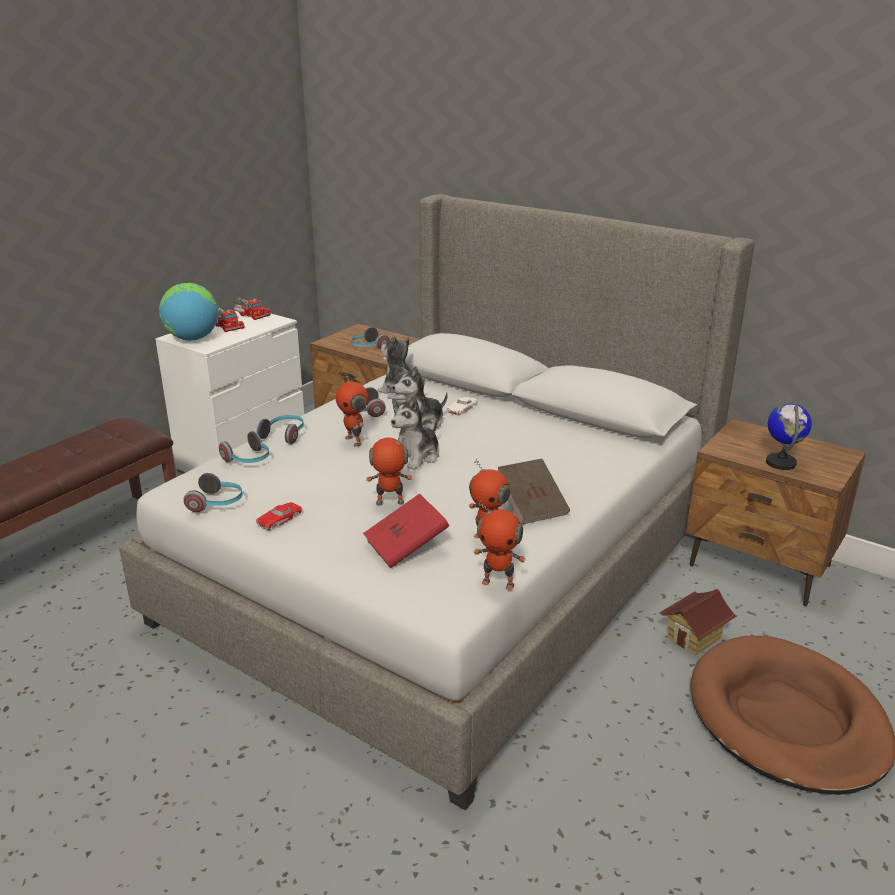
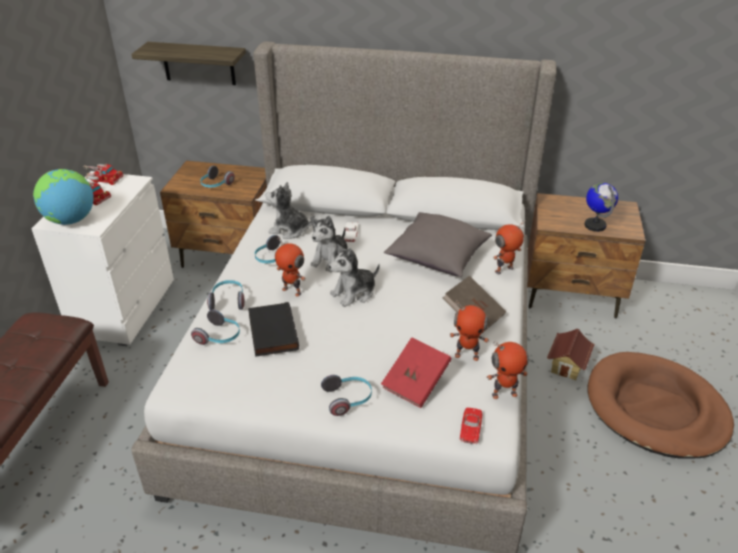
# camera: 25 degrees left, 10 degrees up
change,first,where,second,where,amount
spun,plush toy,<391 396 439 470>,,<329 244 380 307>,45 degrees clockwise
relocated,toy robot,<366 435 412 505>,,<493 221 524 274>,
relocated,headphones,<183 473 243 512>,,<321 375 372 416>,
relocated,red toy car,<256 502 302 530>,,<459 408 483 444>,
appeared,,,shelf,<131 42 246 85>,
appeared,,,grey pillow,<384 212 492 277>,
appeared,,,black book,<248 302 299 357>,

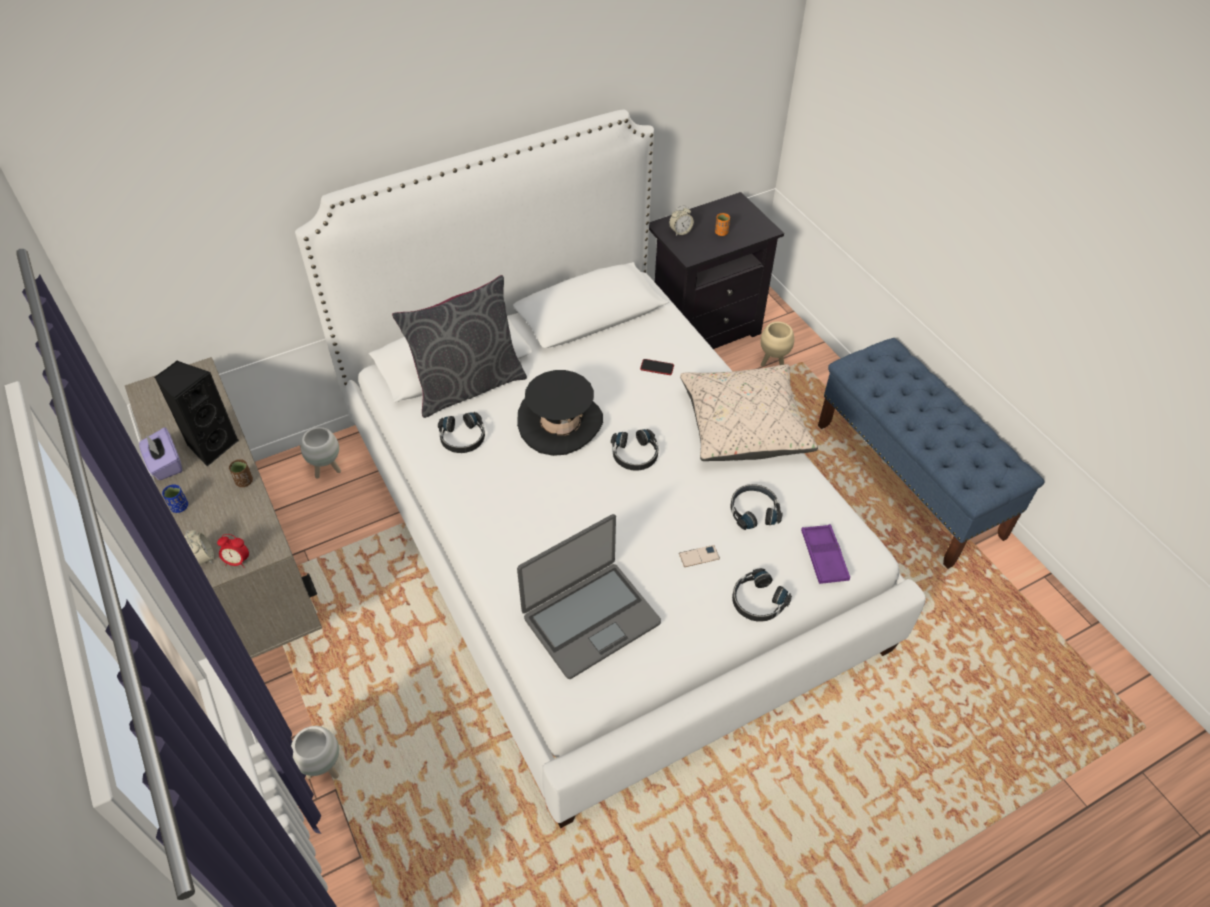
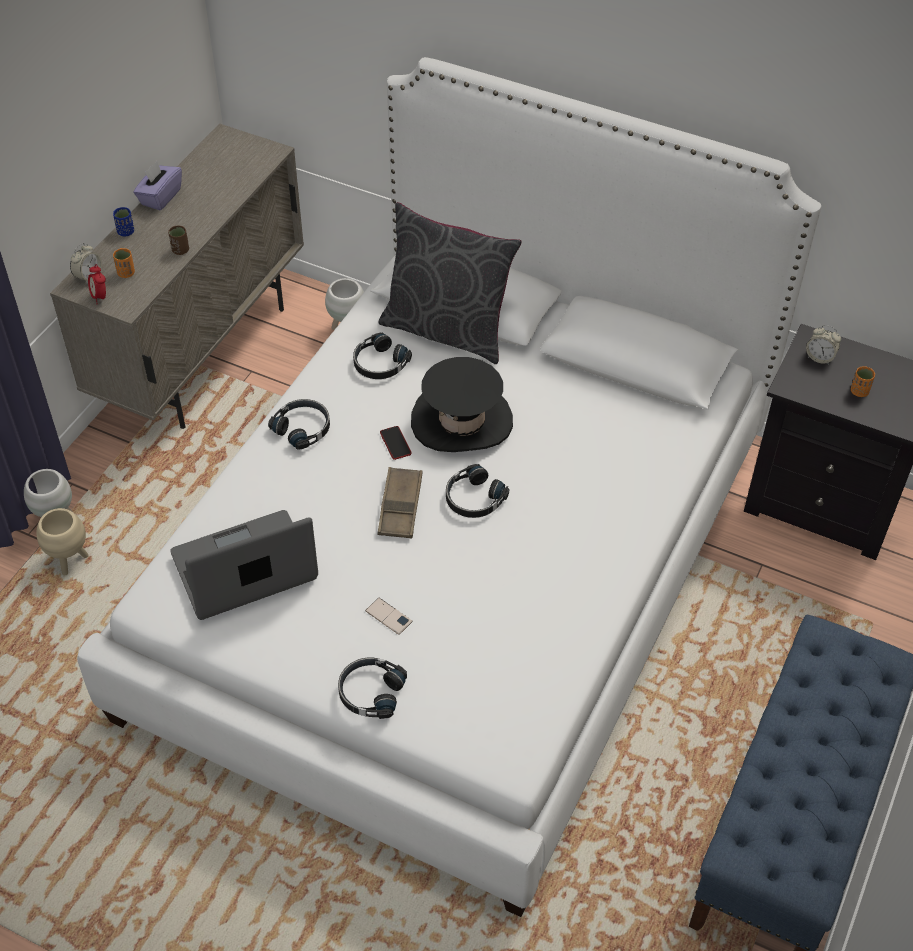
# camera: 55 degrees right, 0 degrees up
change,first,where,second,where,amount
relocated,beige planter,<760 322 794 367>,,<37 508 89 576>,
relocated,phone,<640 359 674 375>,,<380 426 412 460>,
missing,black speaker,<154 360 239 466>,,,
missing,beige pillow,<680 364 818 461>,,,
relocated,black headphones,<731 484 783 530>,,<268 399 330 450>,
spun,laptop,<517 514 661 679>,,<170 510 318 620>,135 degrees clockwise
missing,purple tray,<801 524 850 584>,,,
appeared,,,orange cup,<113 248 135 278>,
appeared,,,brown tray,<377 467 422 539>,

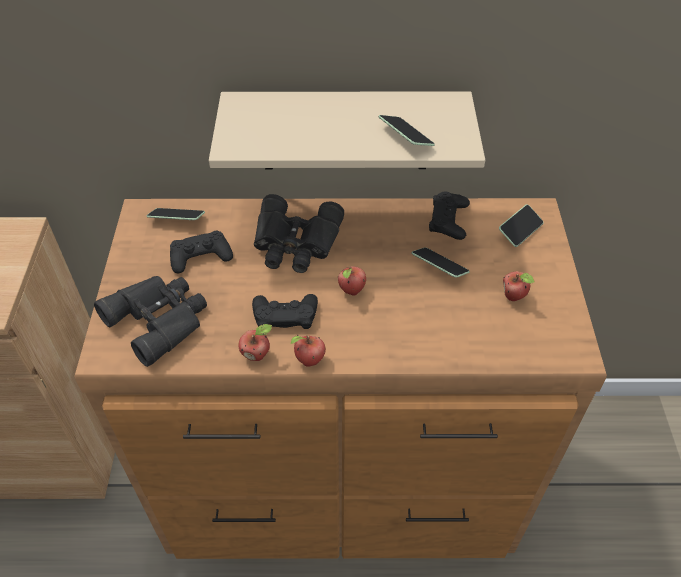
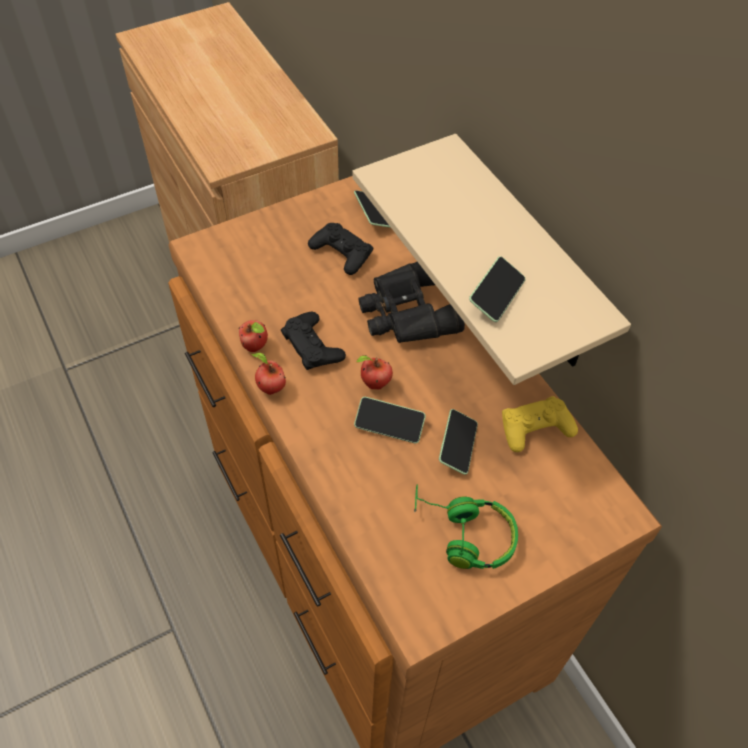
# camera: 60 degrees right, 5 degrees up
change,first,where,second,where,amount
colour,black game controller,<429 191 470 240>,yellow game controller,<502 396 578 452>,
relocated,phone,<499 204 544 247>,,<354 397 426 444>,
exchanged,apple,<503 271 535 301>,green headphones,<414 484 518 569>,
missing,black binoculars,<94 276 207 367>,,,

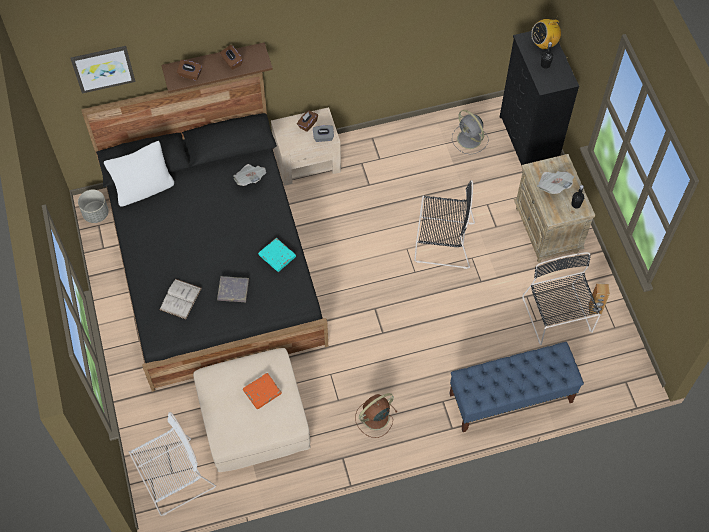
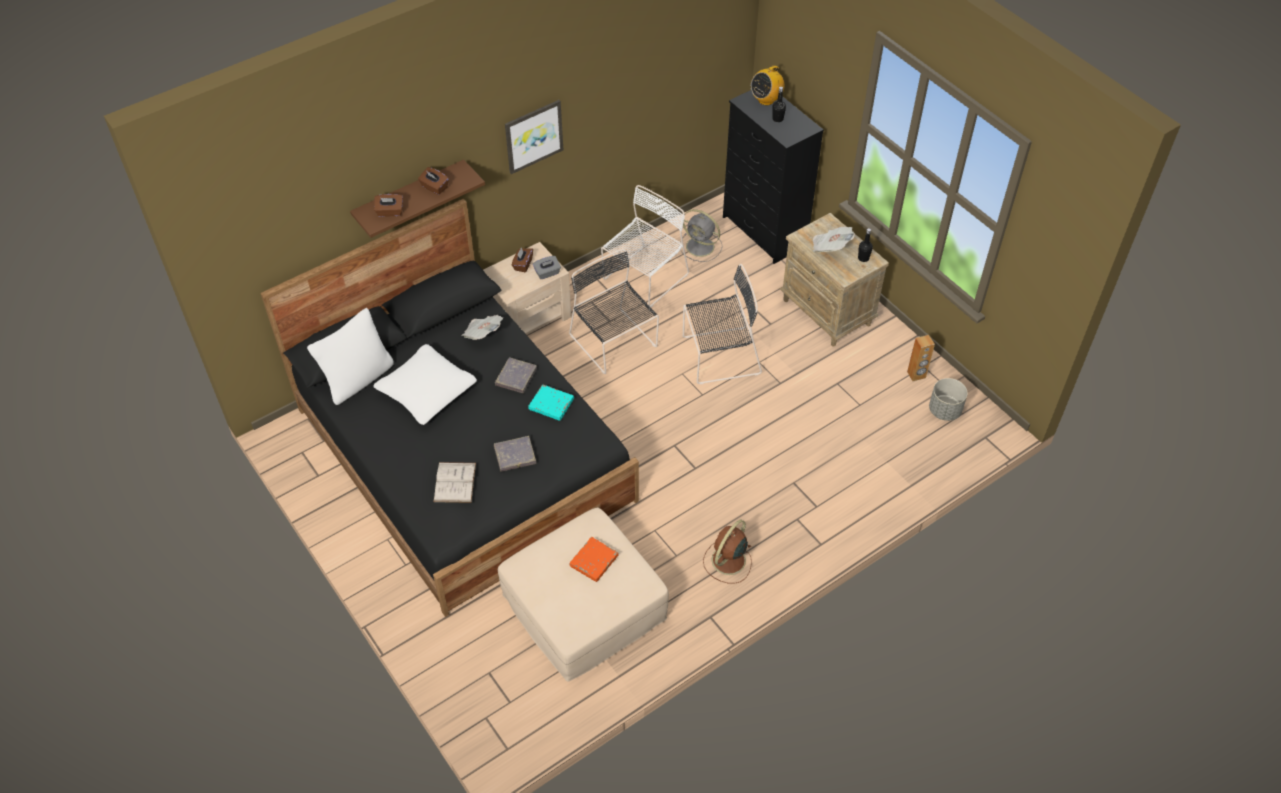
# camera: 20 degrees left, 10 degrees down
change,first,where,second,where,amount
relocated,picture,<70 46 135 93>,,<505 100 563 174>,
relocated,grey planter,<78 190 109 223>,,<929 378 968 421>,
relocated,black chair,<522 252 601 345>,,<569 249 659 374>,
missing,blue bench,<449 342 584 432>,,,
relocated,white chair,<129 412 216 516>,,<601 185 689 307>,
appeared,,,white pillow,<373 344 477 425>,
appeared,,,grey book,<495 357 537 393>,

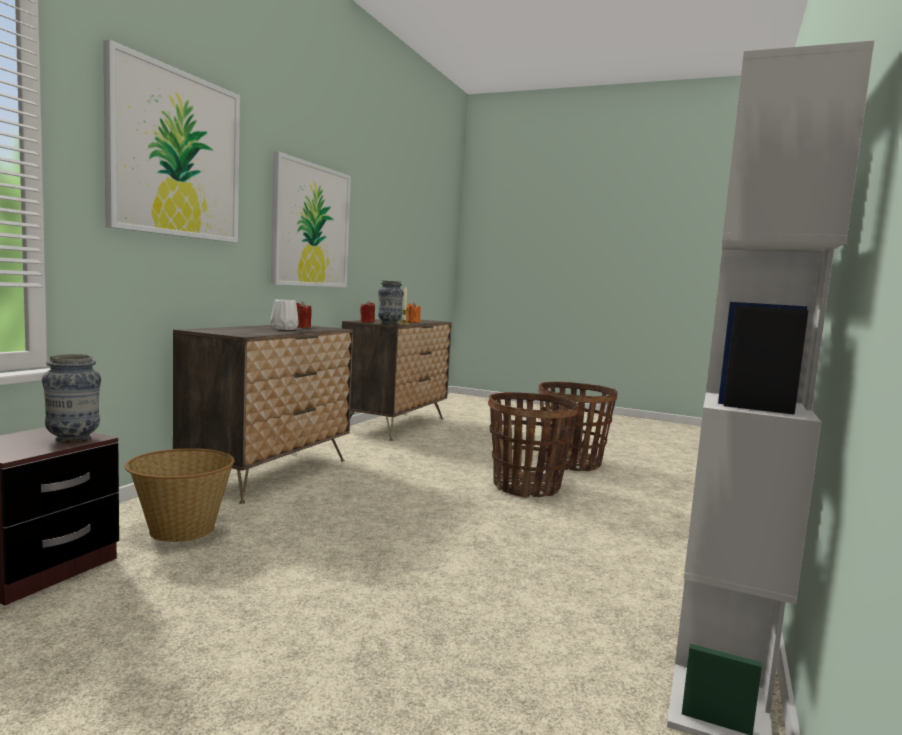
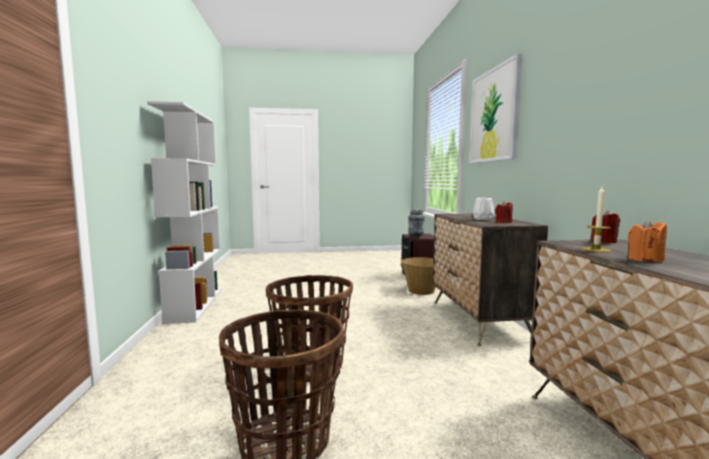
# camera: 150 degrees right, 0 degrees up
change,first,where,second,where,amount
missing,picture,<271 152 351 287>,,,
missing,vase,<378 280 404 325>,,,

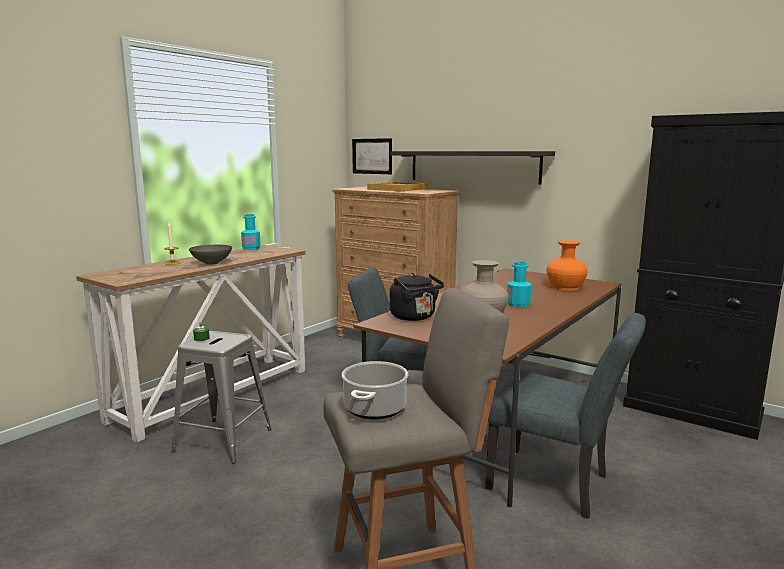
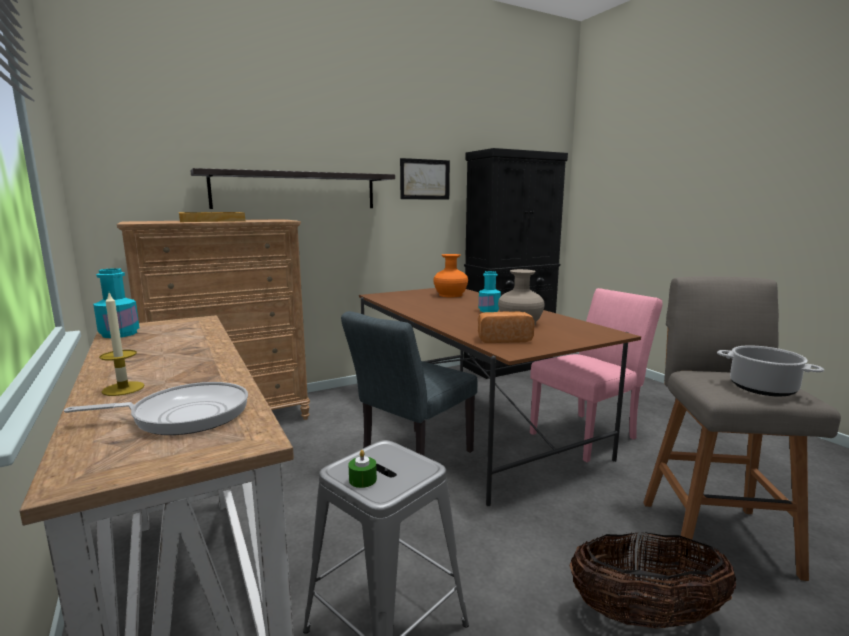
# camera: 65 degrees left, 0 degrees up
change,first,where,second,where,amount
relocated,picture,<352 138 392 174>,,<400 158 450 200>,
missing,grey bowl,<189 245 232 265>,,,
exchanged,black kettle,<390 273 444 321>,bread,<478 311 535 343>,
colour,grey chair,<485 313 646 519>,pink chair,<530 288 663 462>,
appeared,,,frying pan,<64 382 248 435>,
appeared,,,basket,<570 532 736 629>,

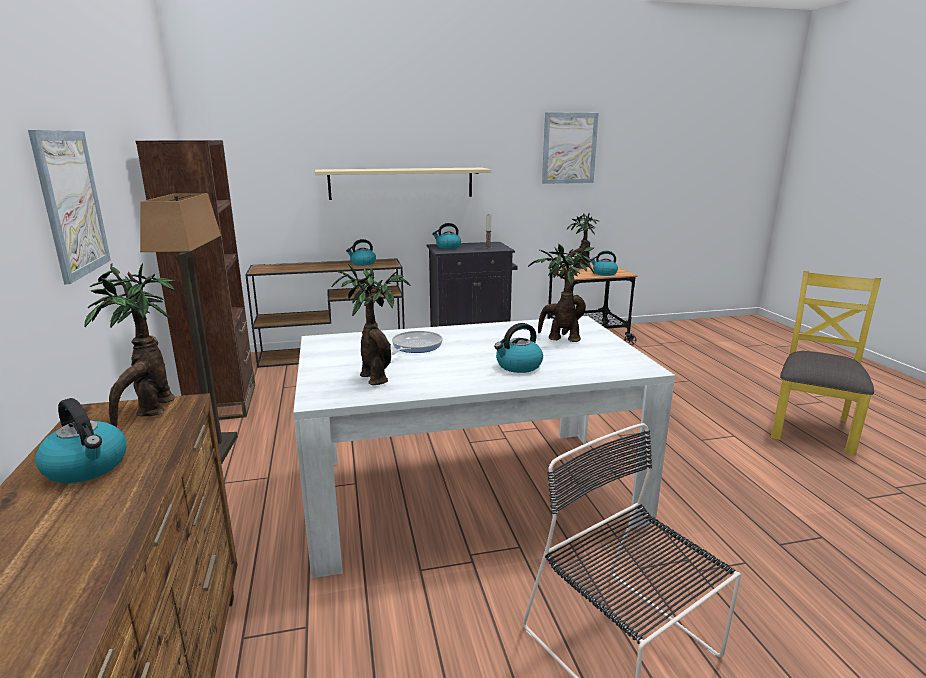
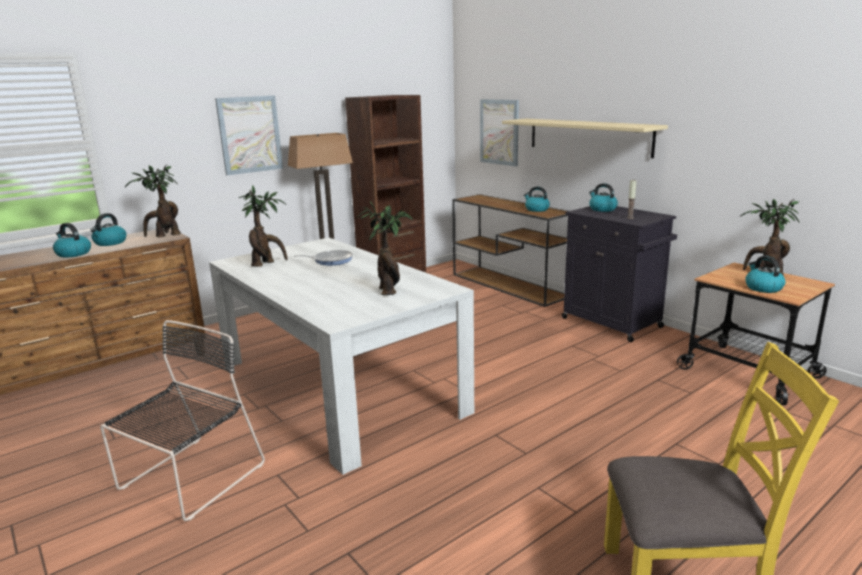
# camera: 65 degrees right, 0 degrees up
change,first,where,second,where,amount
relocated,picture,<542 112 599 184>,,<480 99 519 166>,
relocated,kettle,<494 323 543 373>,,<53 223 91 258>,

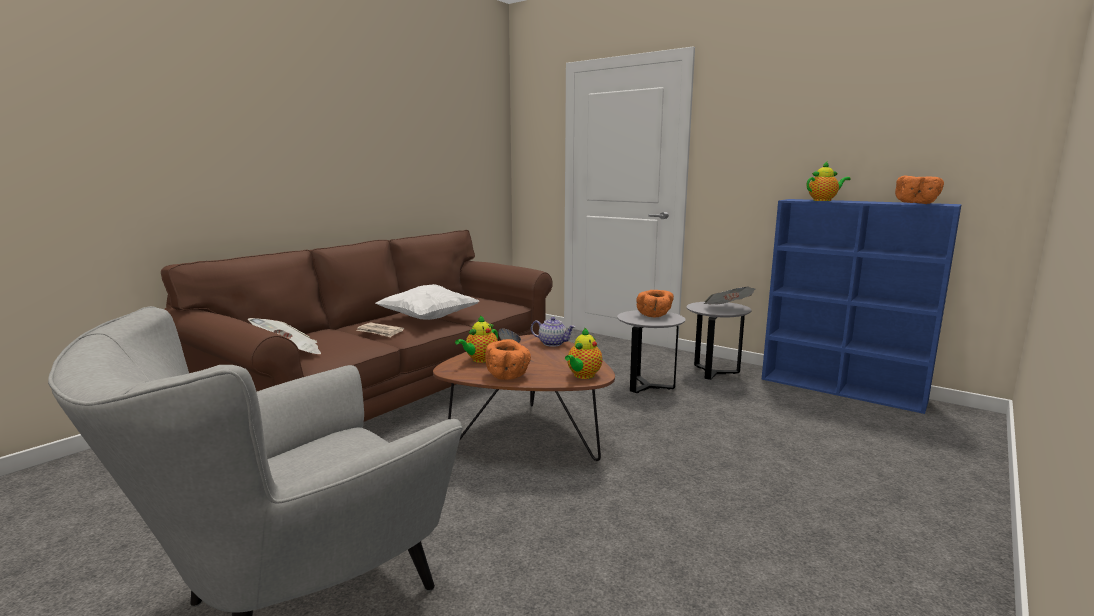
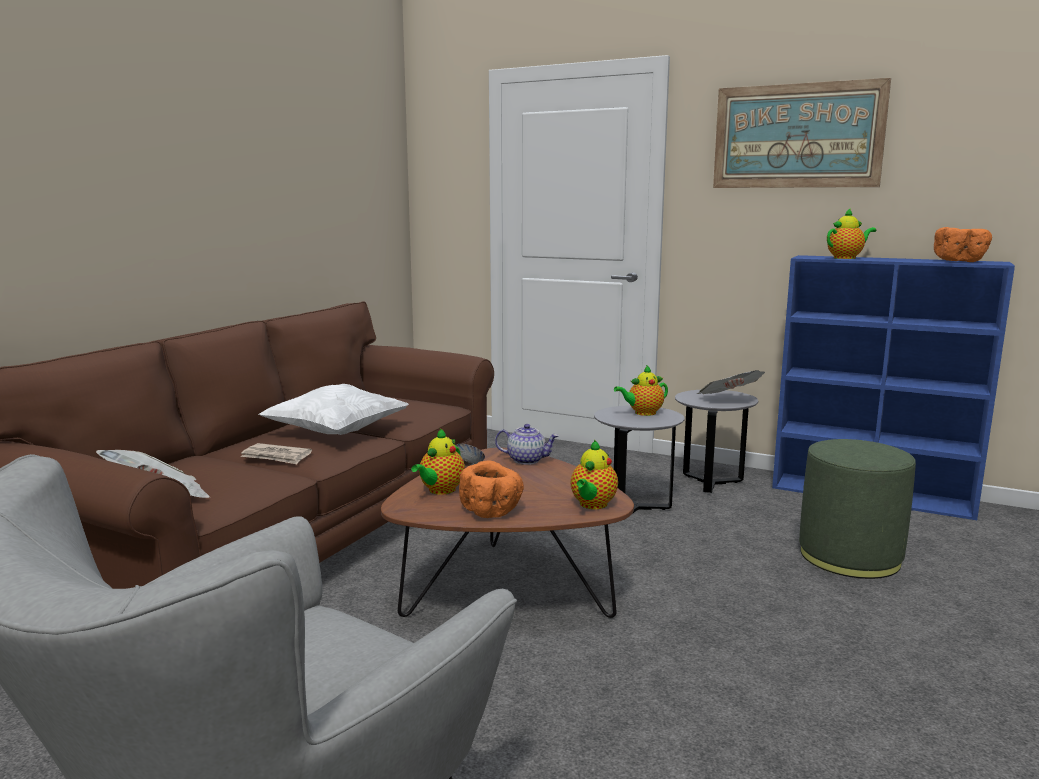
# camera: 10 degrees left, 0 degrees up
change,first,where,second,where,amount
exchanged,orange bowl,<636 290 674 318>,teapot,<614 365 668 416>,
appeared,,,picture,<713 78 891 188>,
appeared,,,green ottoman,<799 439 916 579>,

